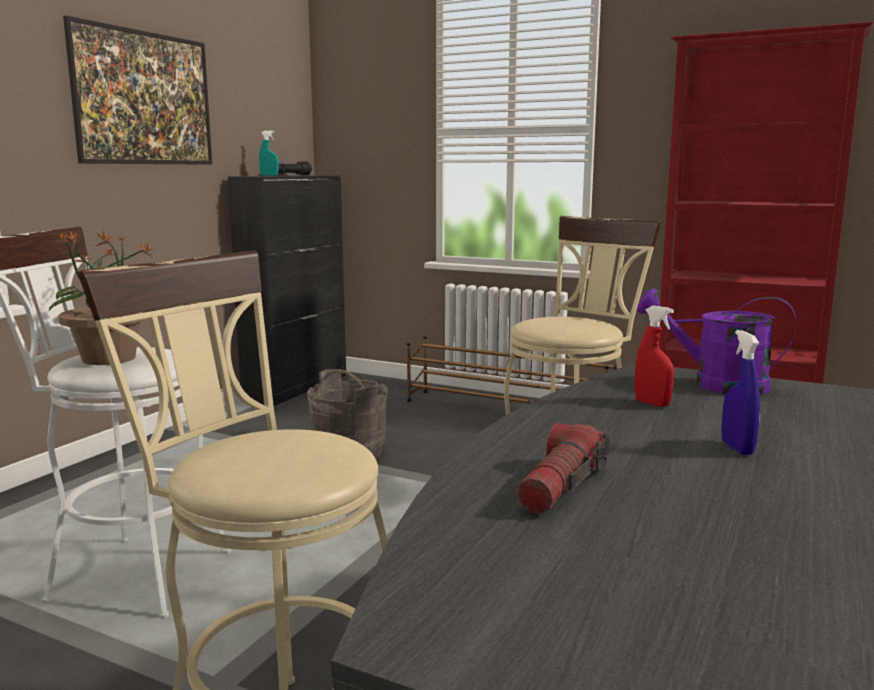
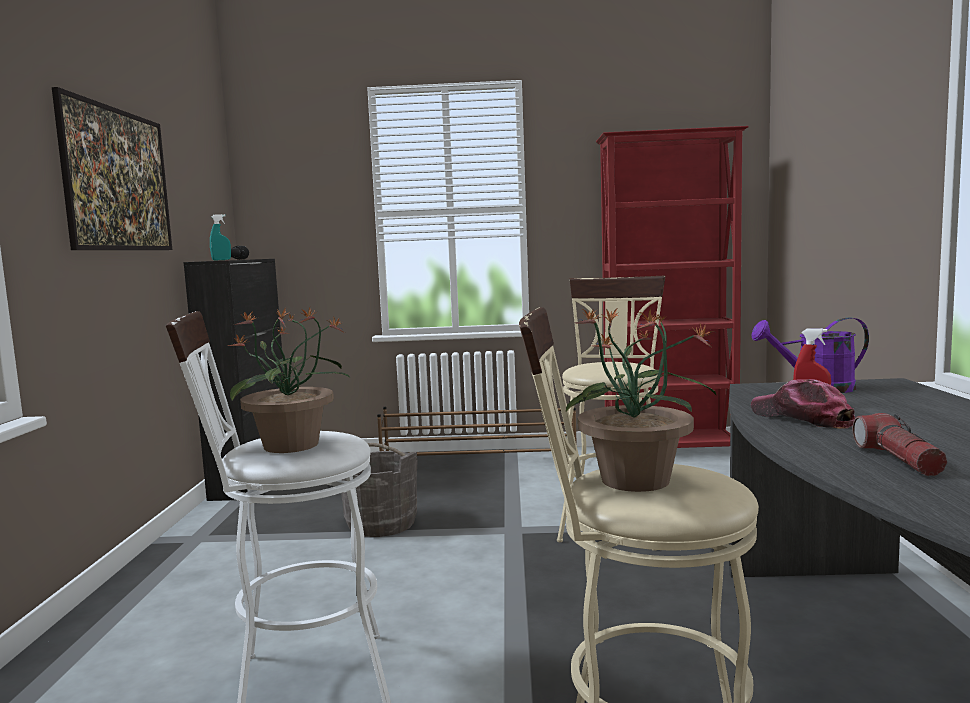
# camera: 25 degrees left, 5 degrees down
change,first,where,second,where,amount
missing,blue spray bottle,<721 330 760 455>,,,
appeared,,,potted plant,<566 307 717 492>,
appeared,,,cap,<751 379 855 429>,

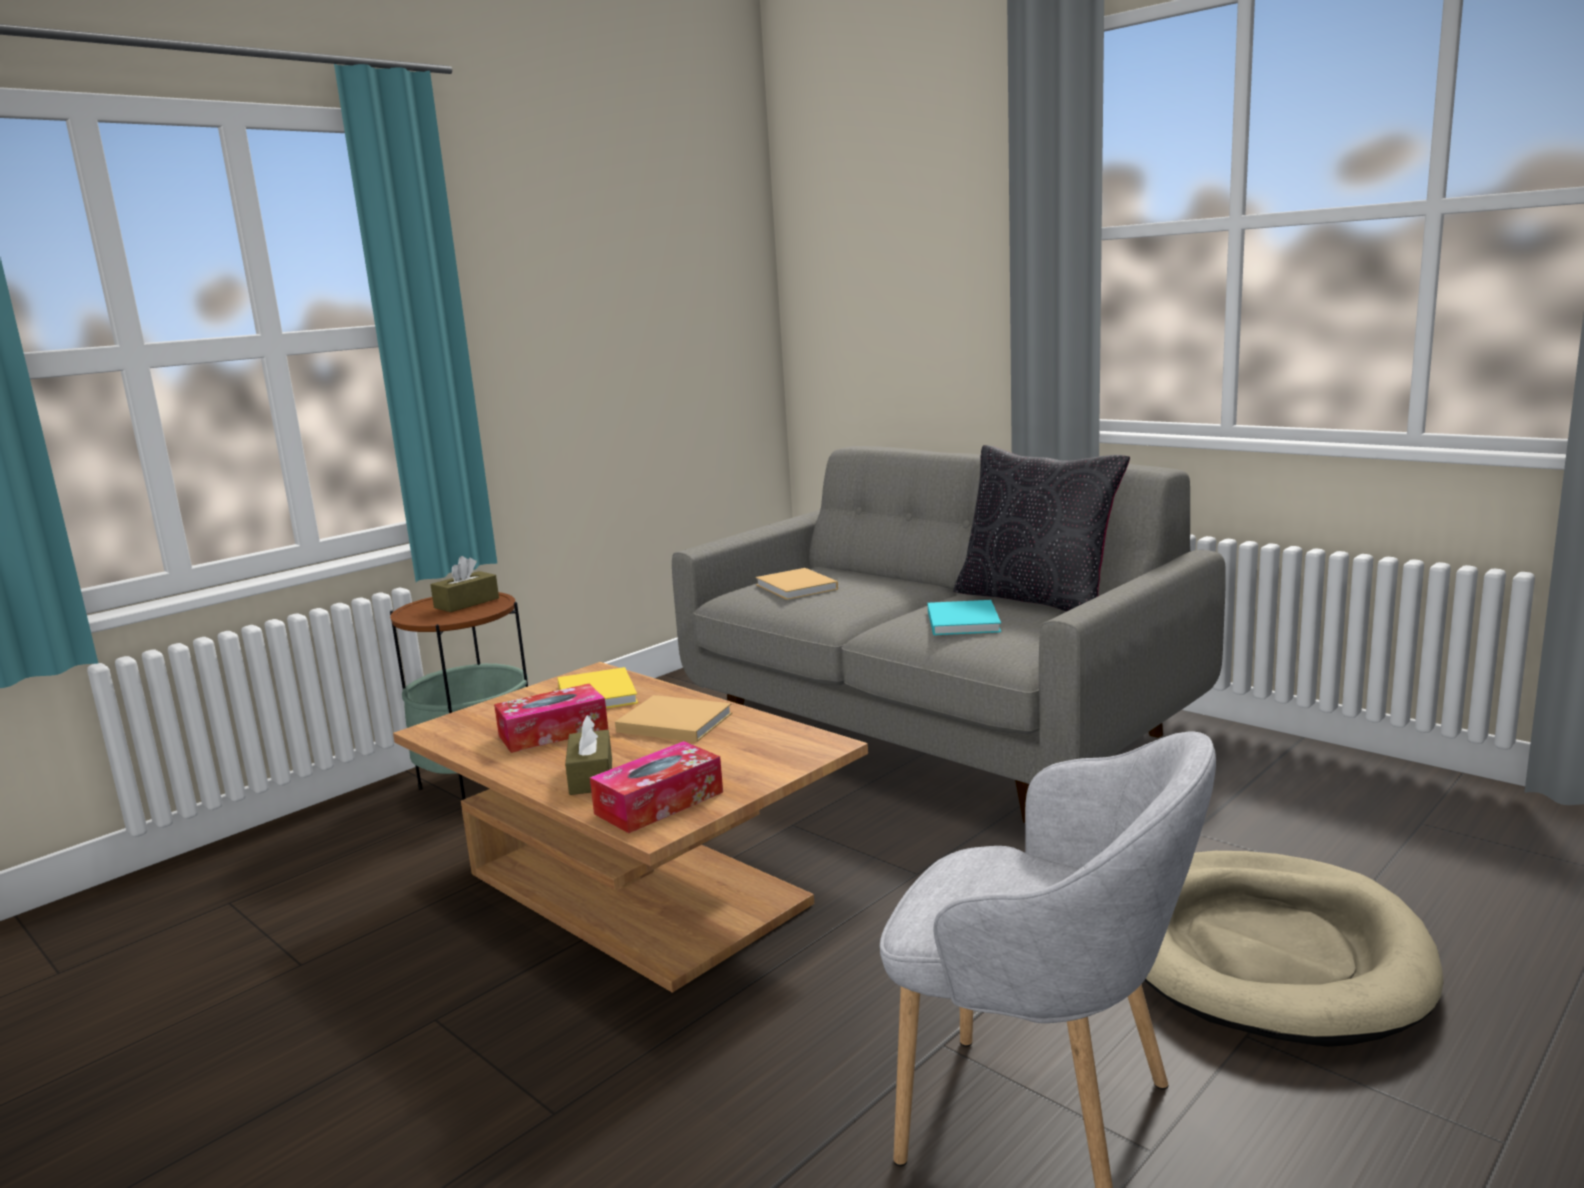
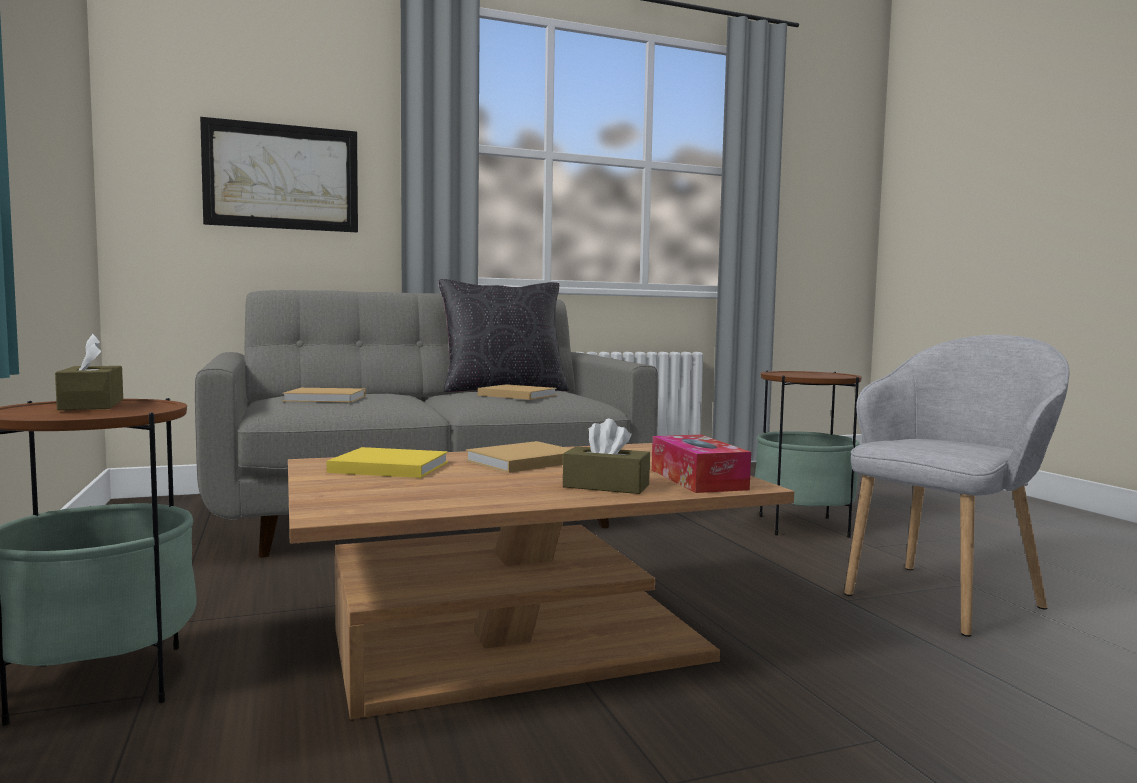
# camera: 65 degrees left, 10 degrees down
change,first,where,second,where,amount
colour,turquoise book,<928 600 1001 635>,beige book,<478 384 557 400>,
missing,tissue box,<494 684 608 753>,,,
exchanged,beige dog bed,<1144 851 1444 1047>,side table,<755 370 862 538>,
appeared,,,picture,<200 117 358 232>,

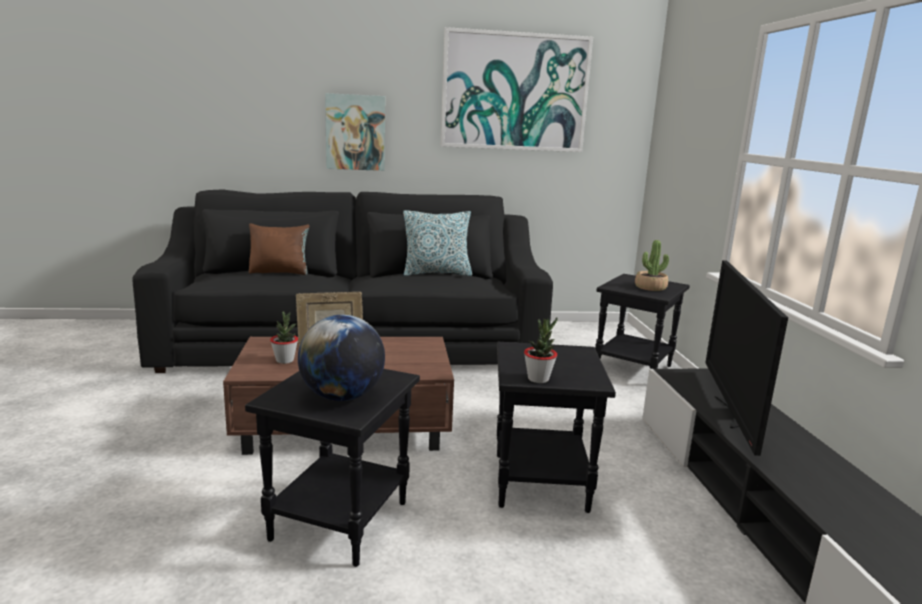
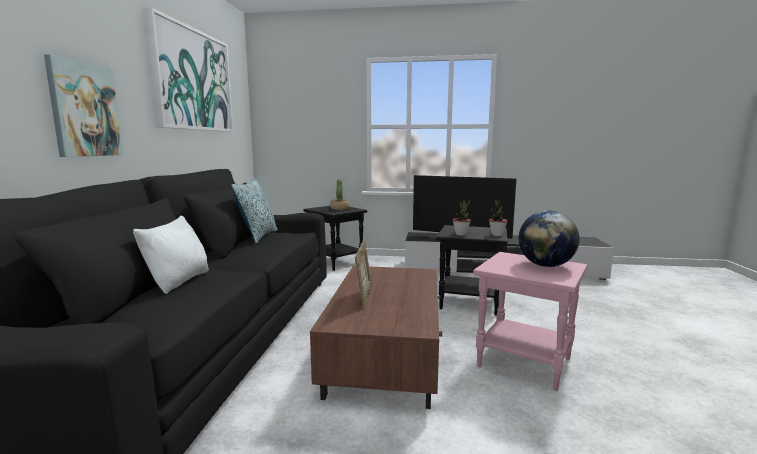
# camera: 75 degrees left, 5 degrees down
change,first,where,second,where,amount
colour,brown pillow,<249 224 309 275>,white pillow,<133 215 209 294>,
relocated,potted plant,<270 312 298 364>,,<453 200 471 236>,
colour,black side table,<245 369 420 567>,pink side table,<473 252 588 391>,

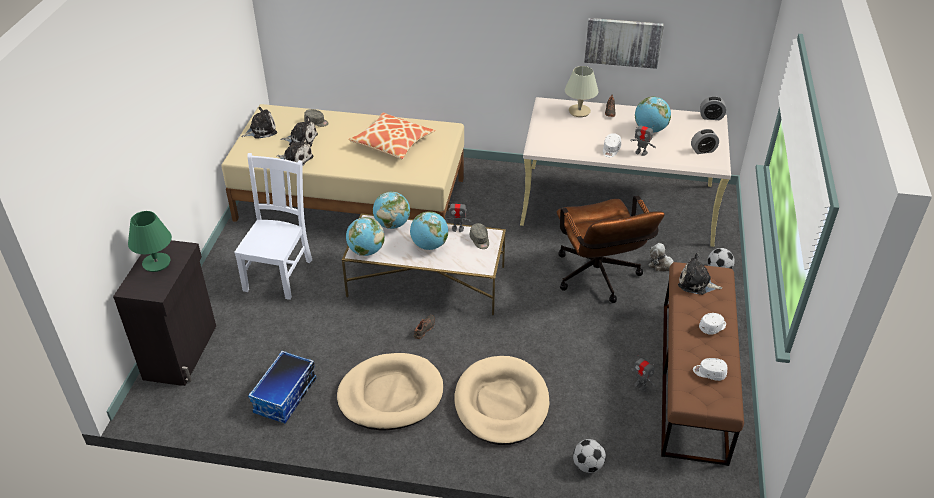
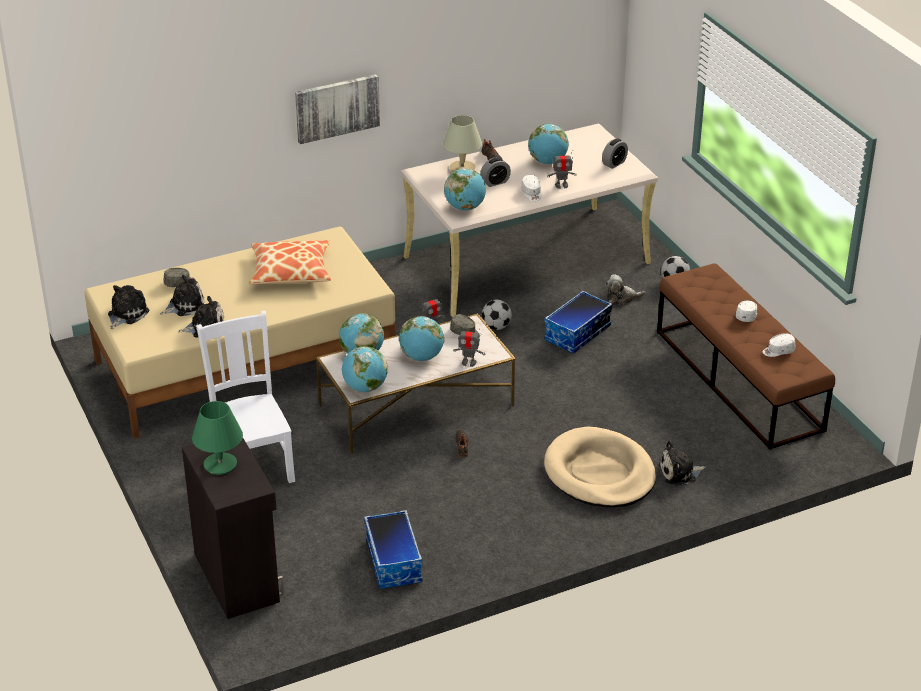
# camera: 35 degrees left, 5 degrees down
change,first,where,second,where,amount
relocated,picture,<584 18 664 69>,,<295 74 380 144>,
relocated,alarm clock,<700 96 726 120>,,<480 157 511 187>,
exchanged,brown office chair,<557 195 665 303>,storage box,<544 291 612 354>,
relocated,plush toy,<678 253 722 295>,,<658 440 706 486>,
relocated,toy robot,<631 352 655 391>,,<453 328 485 367>,
missing,beige dog bed,<337 353 443 431>,,,
relocated,football,<573 439 606 473>,,<482 299 512 330>,
appeared,,,globe,<444 168 486 211>,

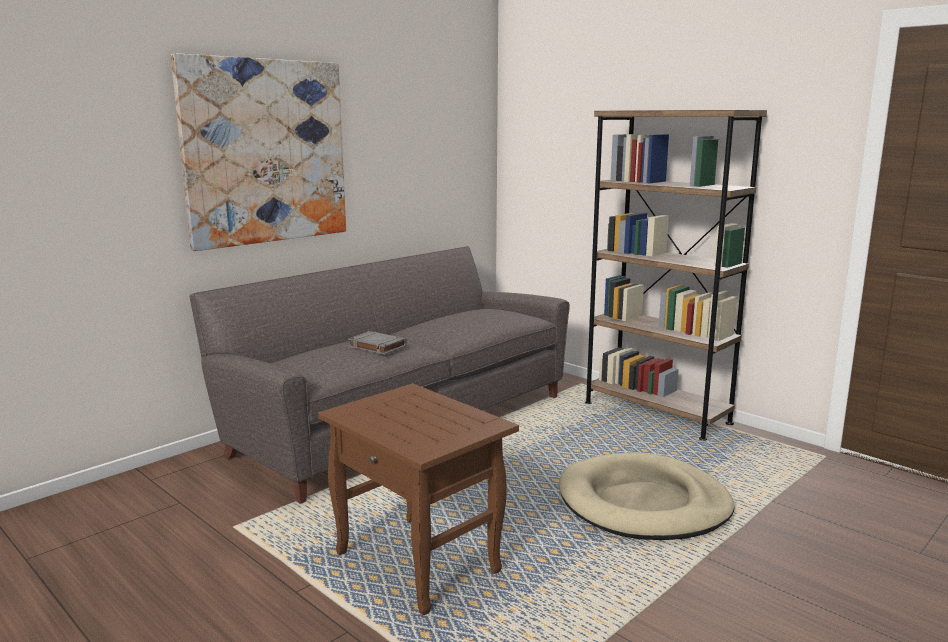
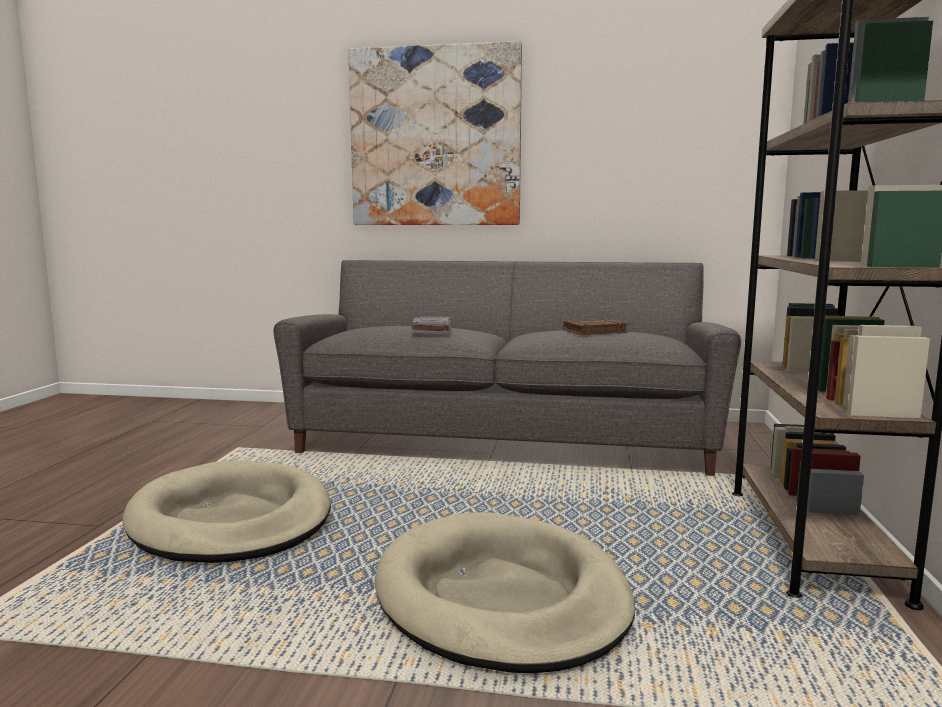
# camera: 55 degrees right, 5 degrees down
change,first,where,second,where,amount
exchanged,brown side table,<318 383 519 615>,beige dog bed,<123 460 331 563>,
appeared,,,brown book,<563 318 629 335>,

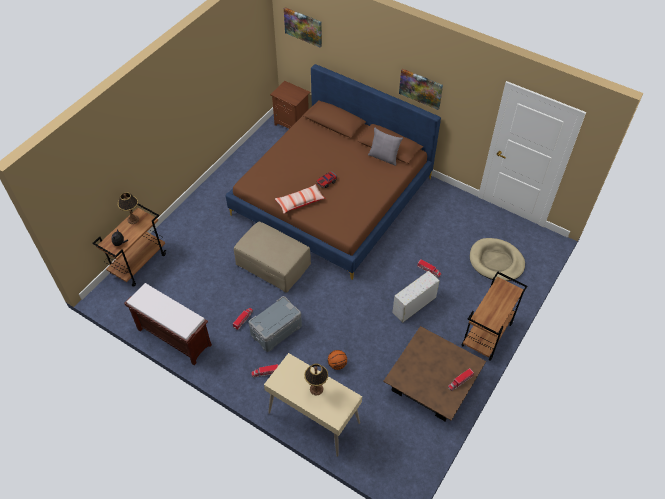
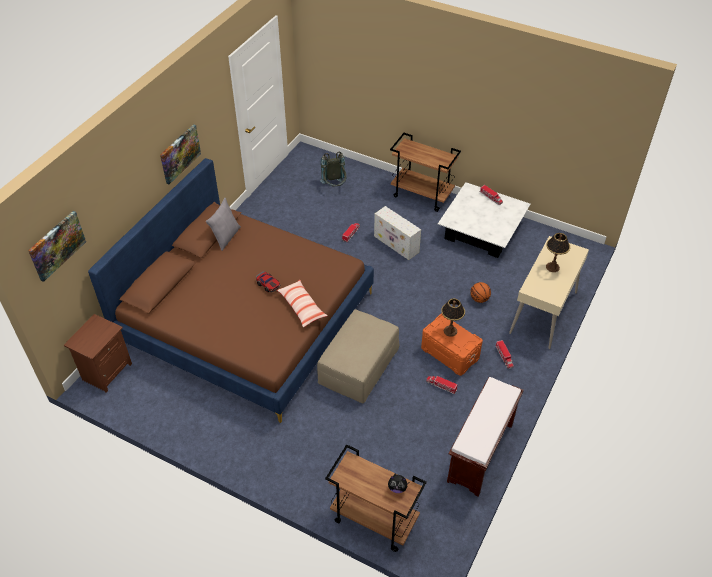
# camera: 95 degrees left, 5 degrees down
change,first,where,second,where,amount
relocated,table lamp,<118 192 139 224>,,<441 298 465 337>,
exchanged,beige dog bed,<470 238 525 281>,grey backpack,<320 152 347 187>,
colour,grey storage box,<249 296 302 352>,orange storage box,<421 313 483 376>,
colour,brown coffee table,<383 326 486 421>,white coffee table,<438 182 531 258>,

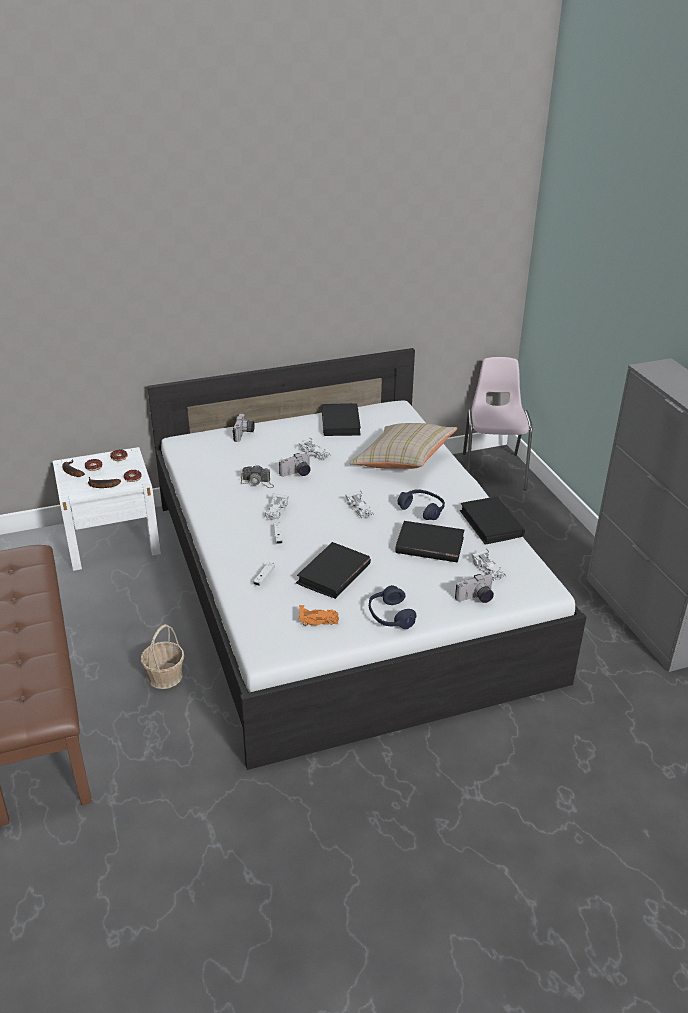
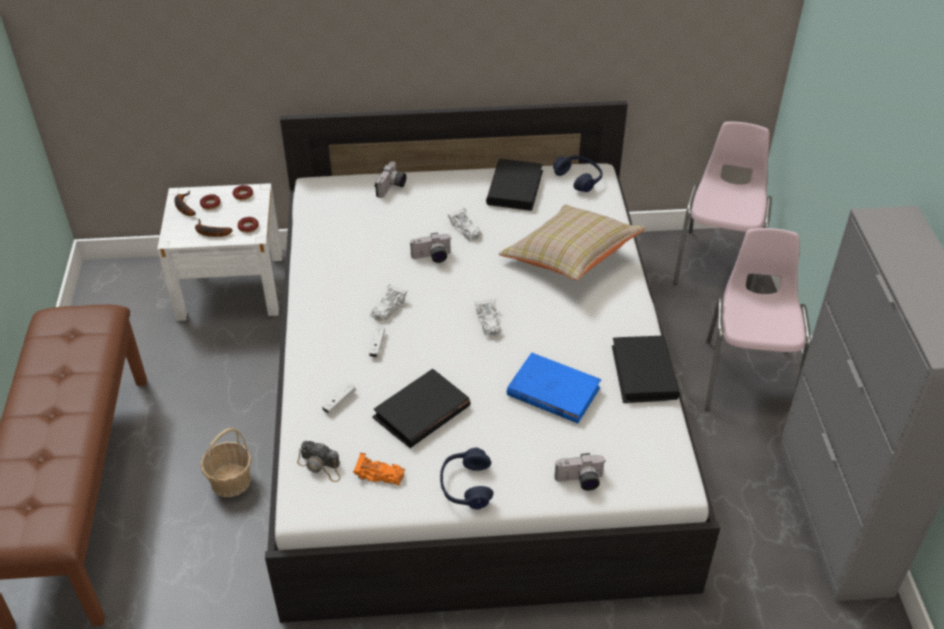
# camera: 15 degrees right, 10 degrees up
change,first,where,second,where,amount
relocated,photo camera,<241 465 274 488>,,<297 441 341 482>,
relocated,blue headphones,<398 489 445 520>,,<553 156 602 192>,
colour,black book,<395 521 464 562>,blue book,<507 353 601 423>,
missing,white toy car,<471 549 506 581>,,,
appeared,,,pink chair,<705 228 811 411>,

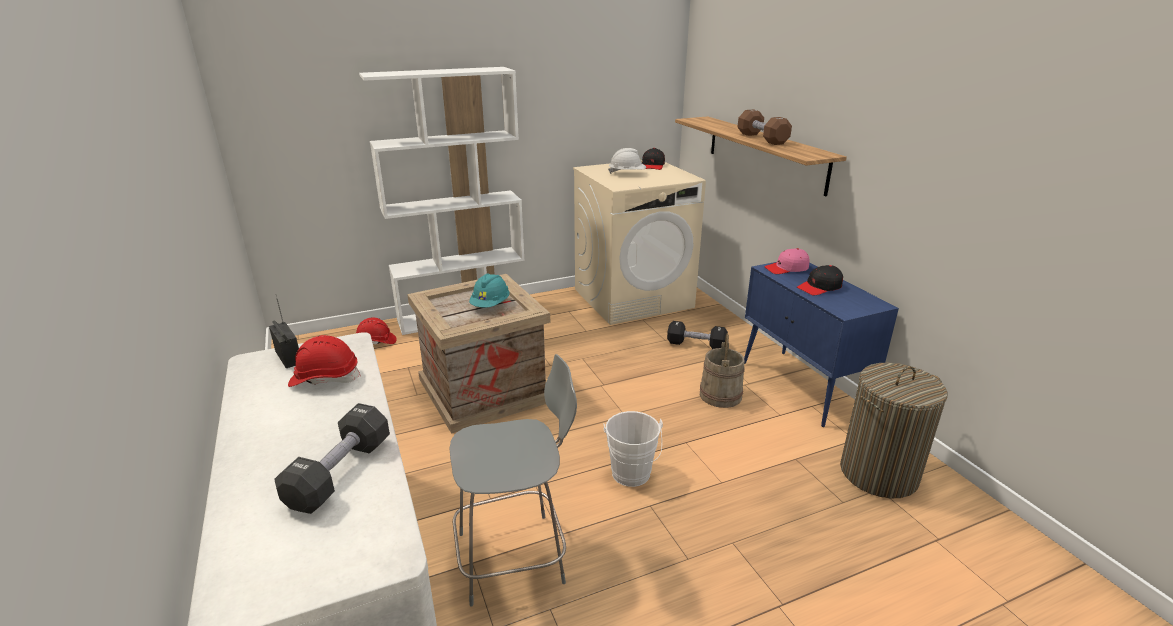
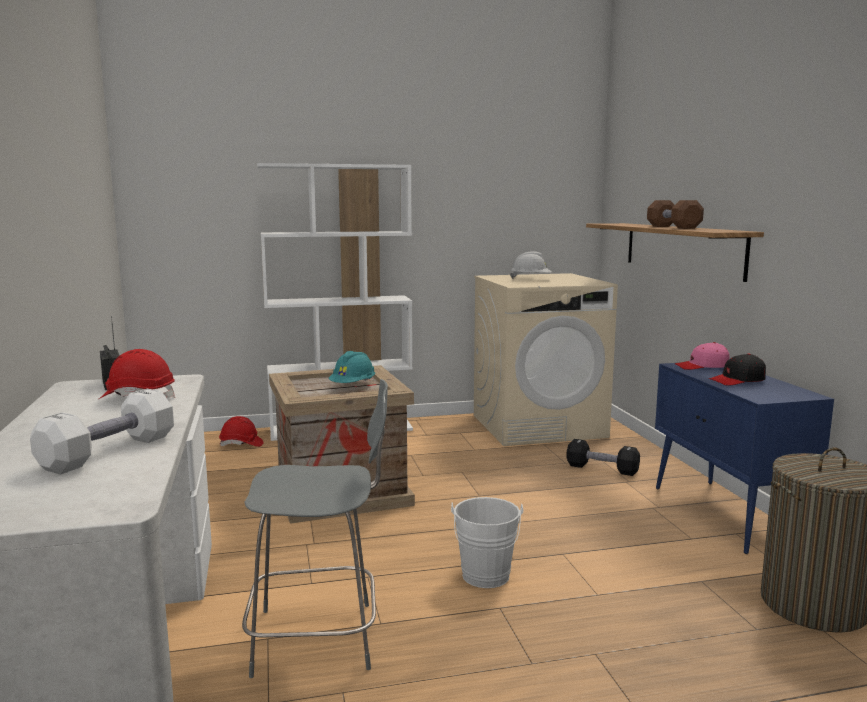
# camera: 10 degrees right, 15 degrees down
change,first,where,second,where,amount
missing,black cap,<642 148 665 170>,,,
missing,beige bucket,<700 334 745 408>,,,
colour,black dumbbell,<274 403 390 514>,white dumbbell,<30 389 174 474>,

